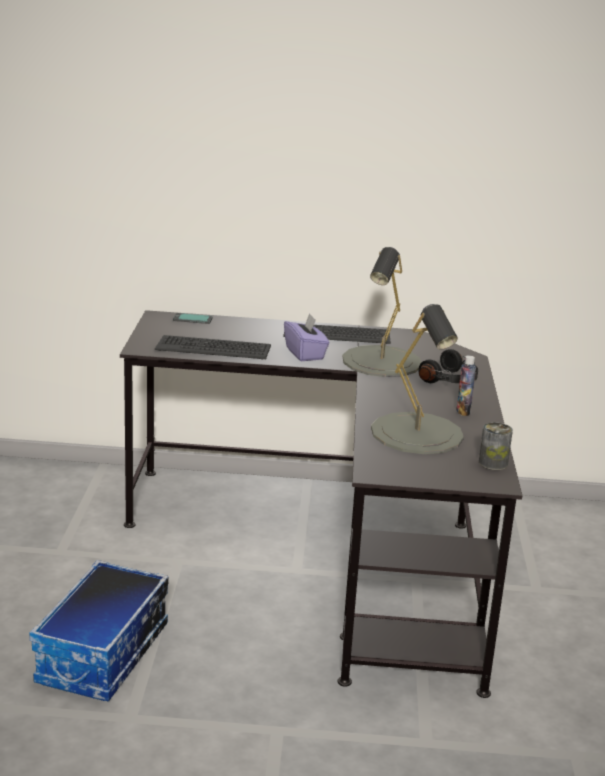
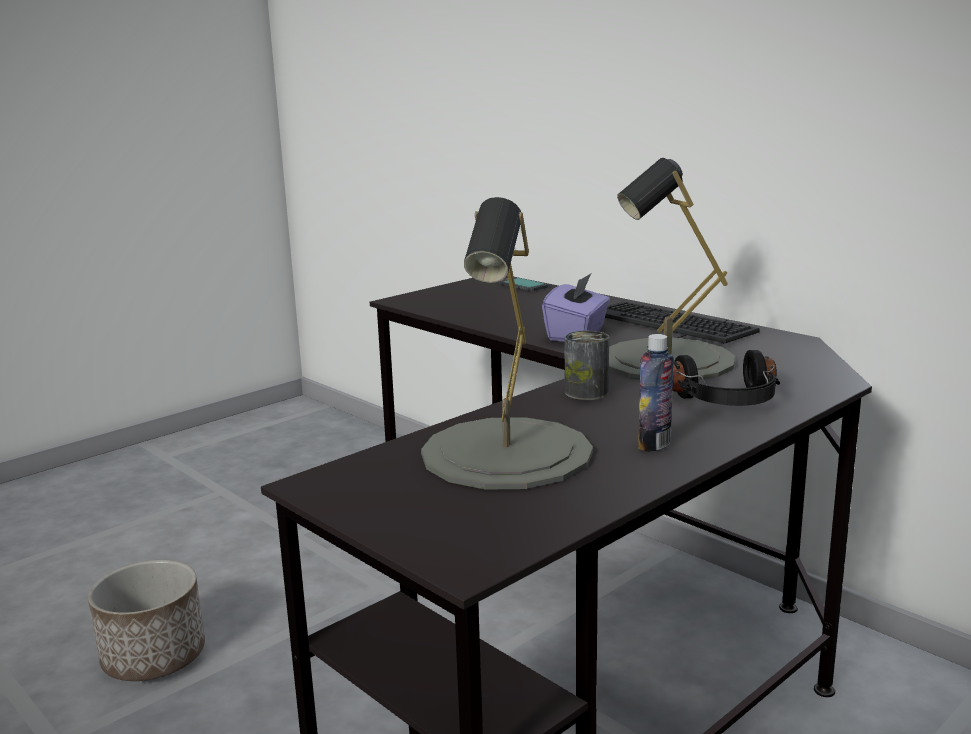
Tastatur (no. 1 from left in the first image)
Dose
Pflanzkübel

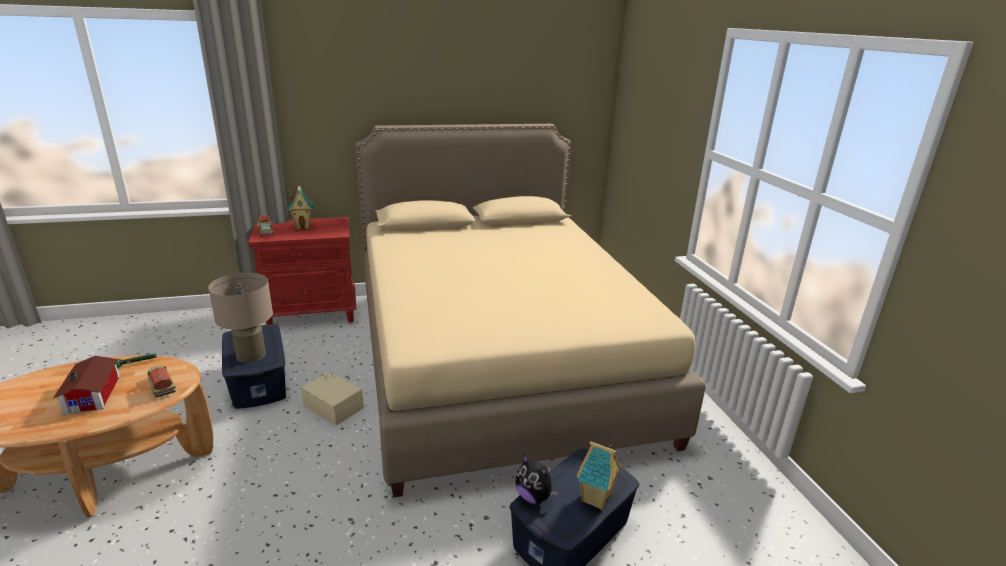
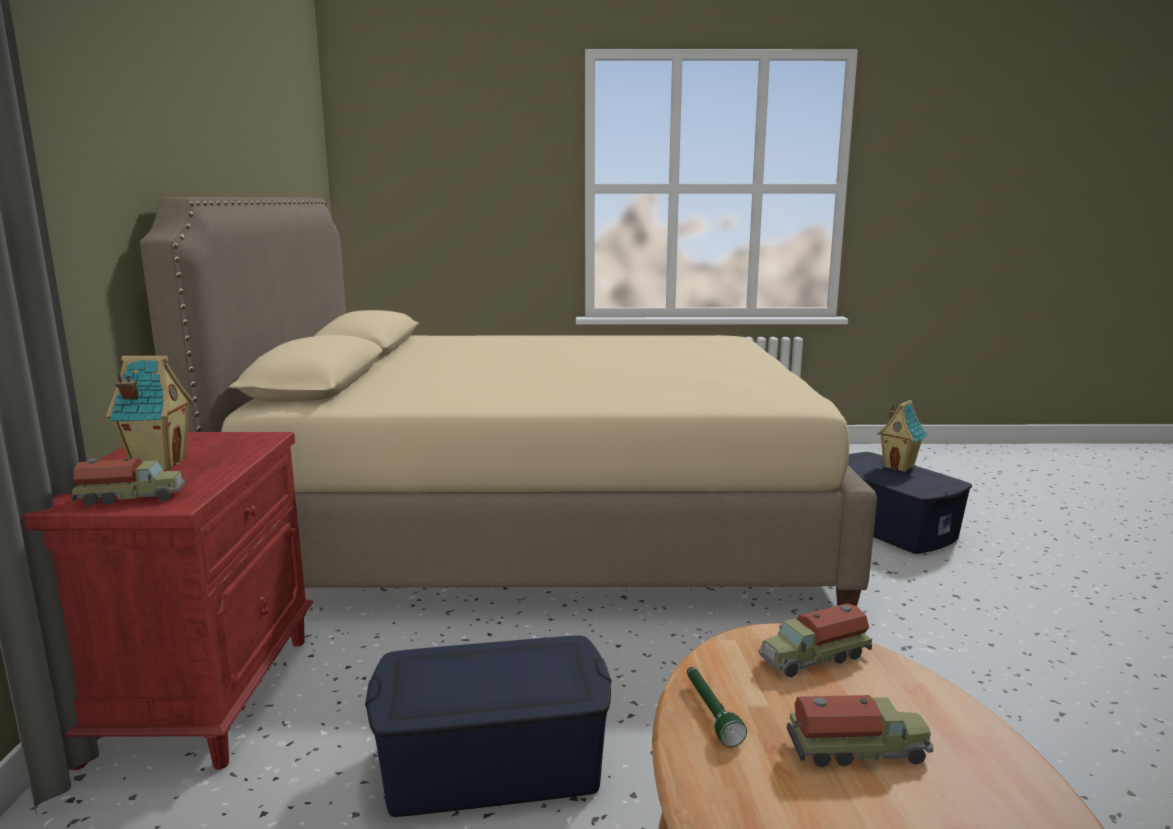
Tischlampe [beige]
Spielzeuglaster (no. 3 from left)
Aufbewahrungsbox [beige]
Plüschtier

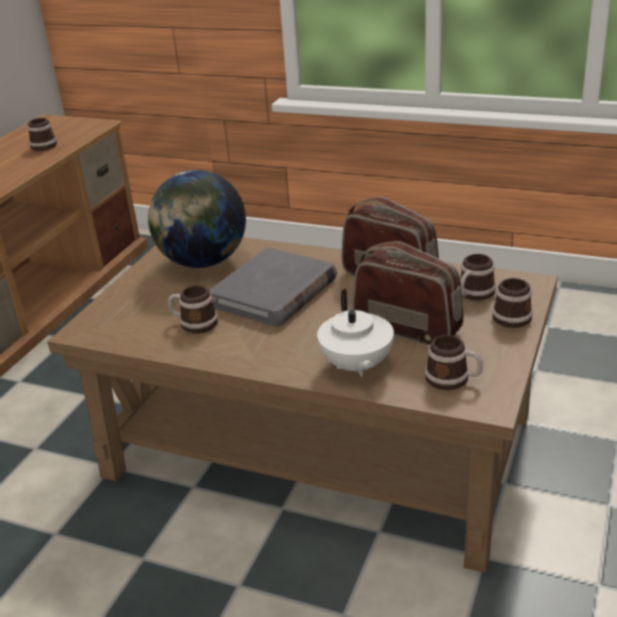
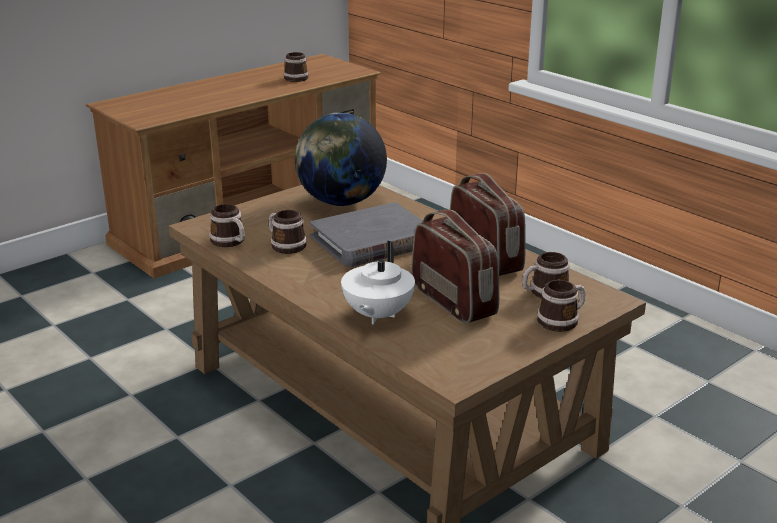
Henkelbecher (no. 1 from left)

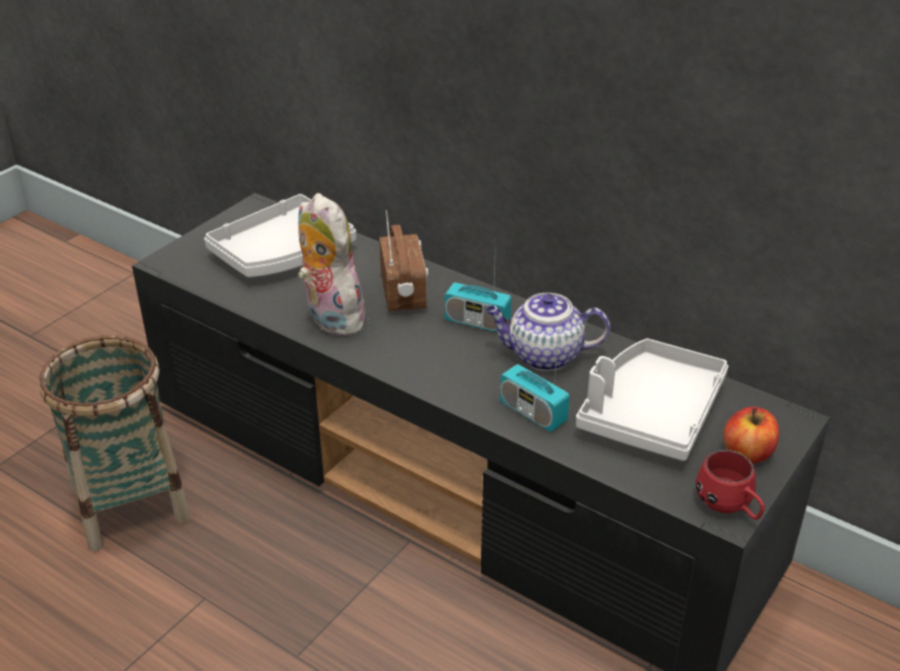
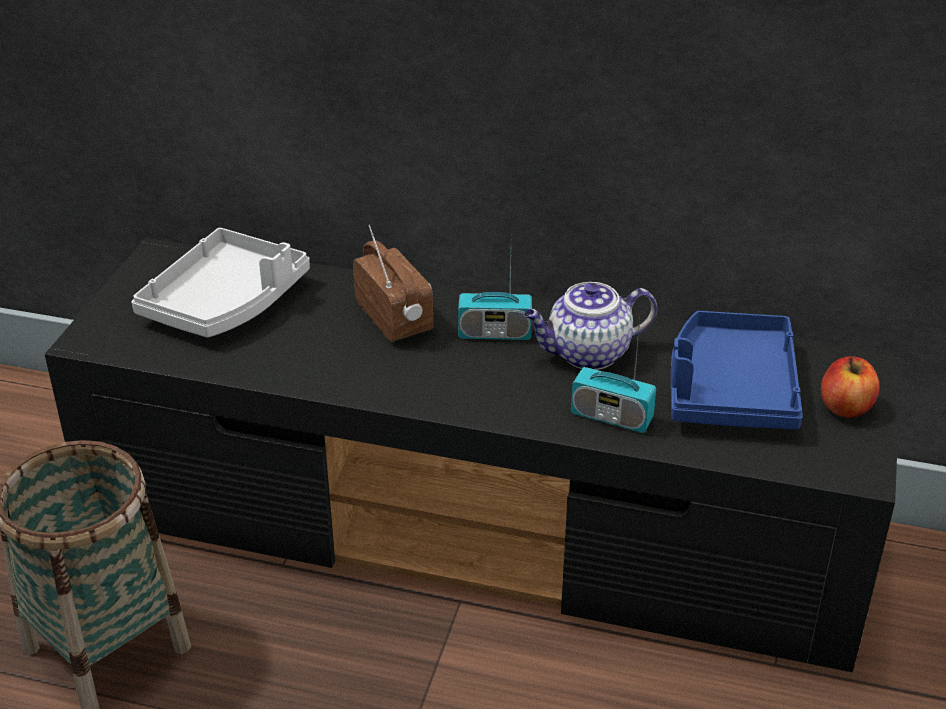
Plüschtier
Tablett [blau]
Henkelbecher [rot]

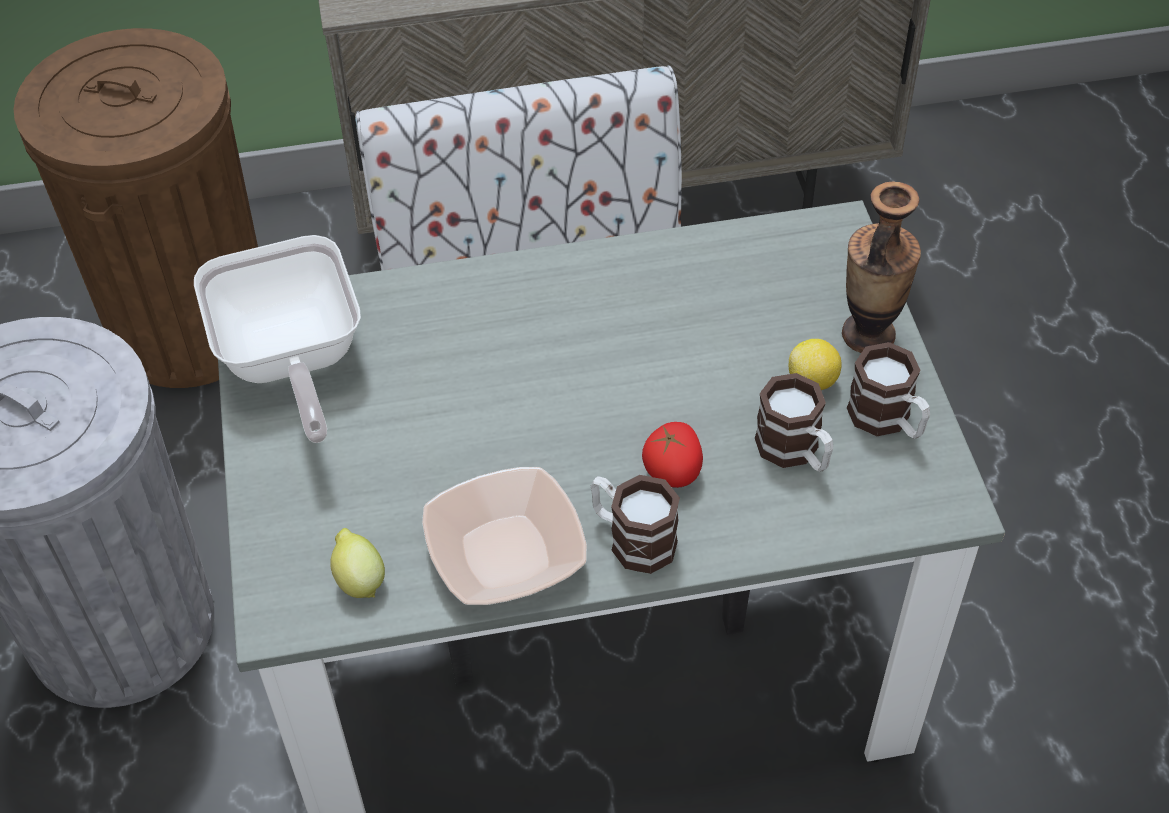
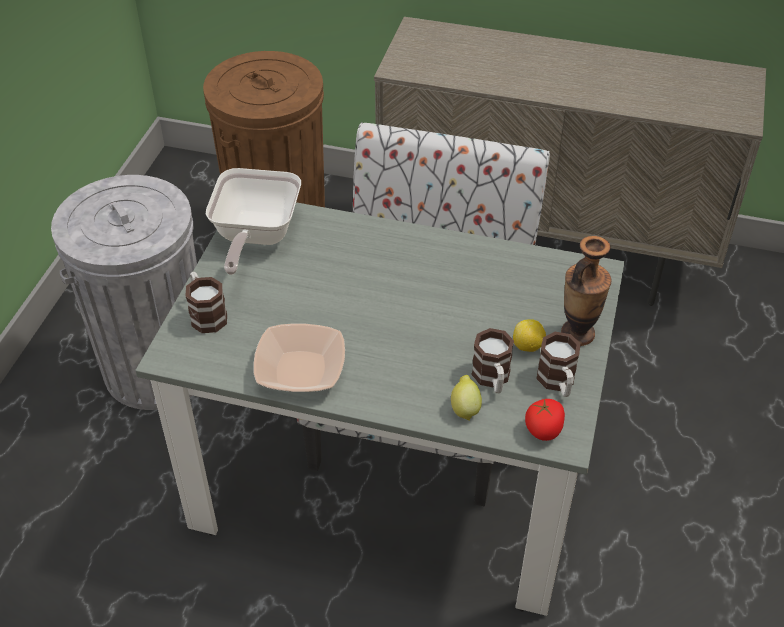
Tomate
Henkelbecher (no. 1 from left)
Zitrone (no. 1 from left)

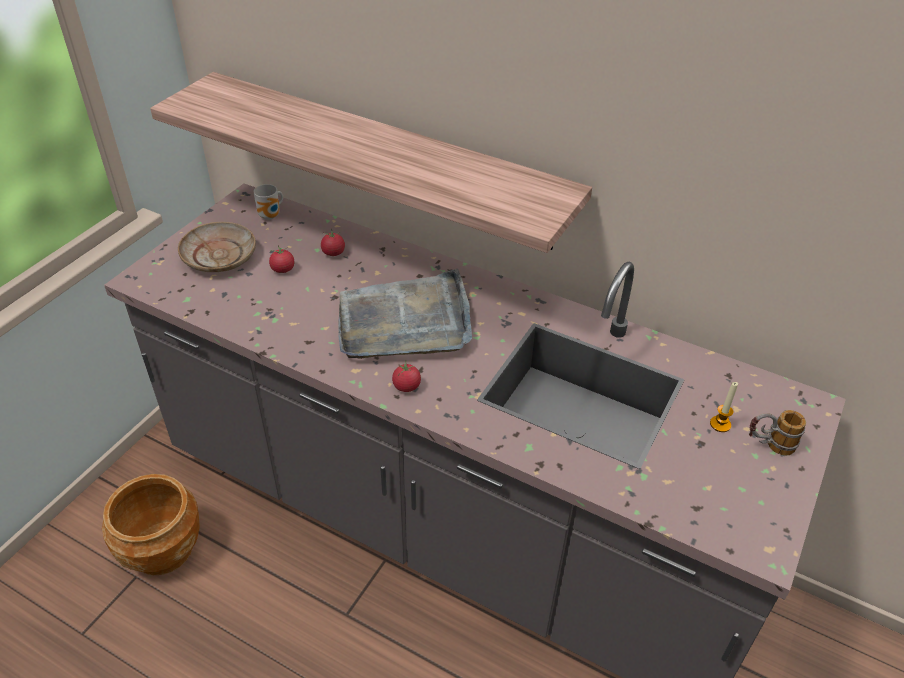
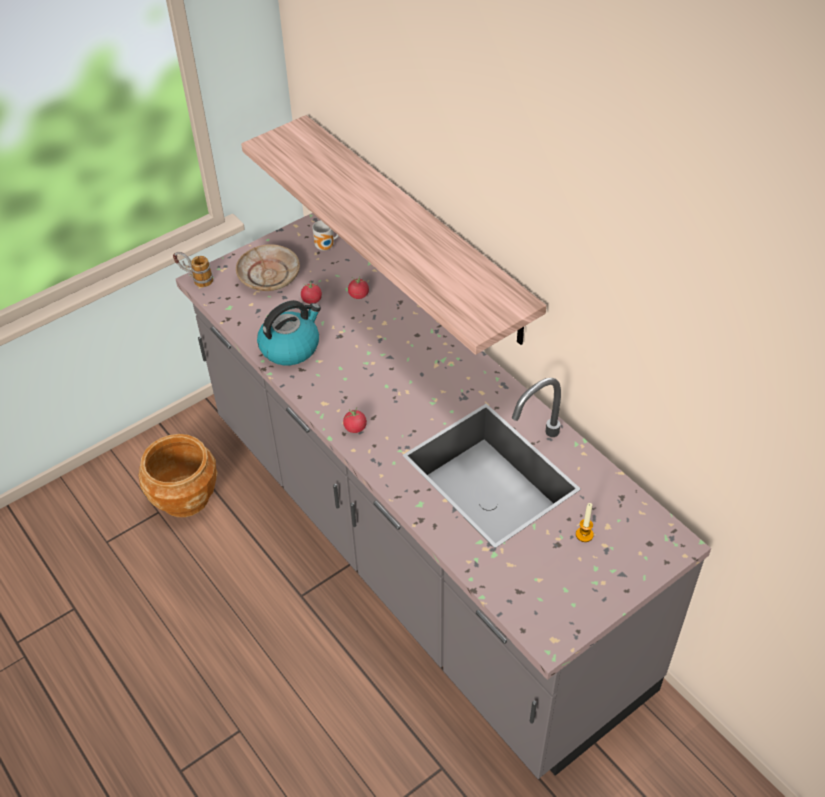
Tablett [grau]
Henkelbecher (no. 1 from left)
Wasserkessel

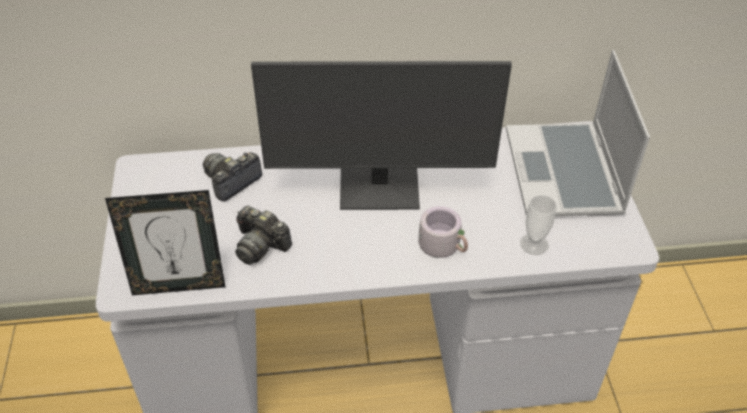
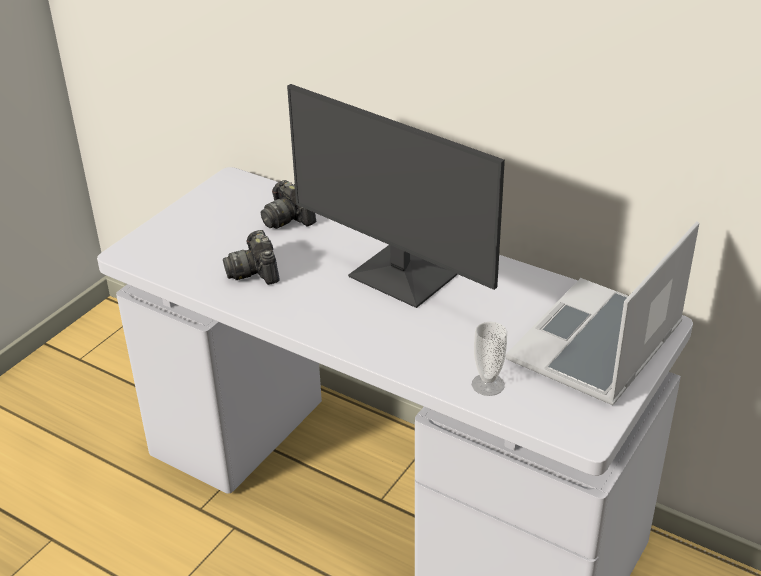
Kamera (no. 2 from left)
Bilderrahmen
Henkelbecher [grau]

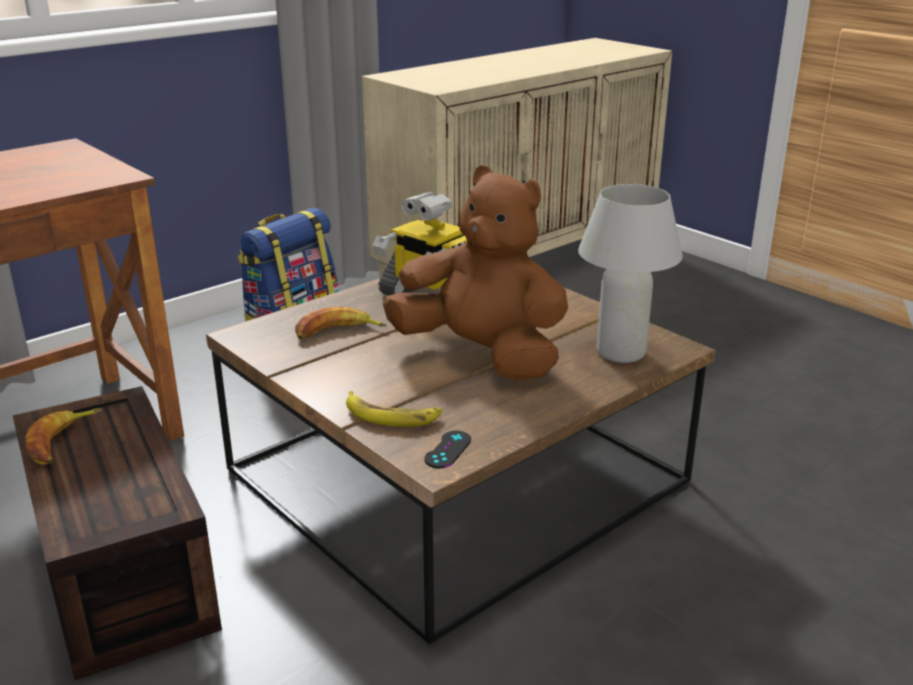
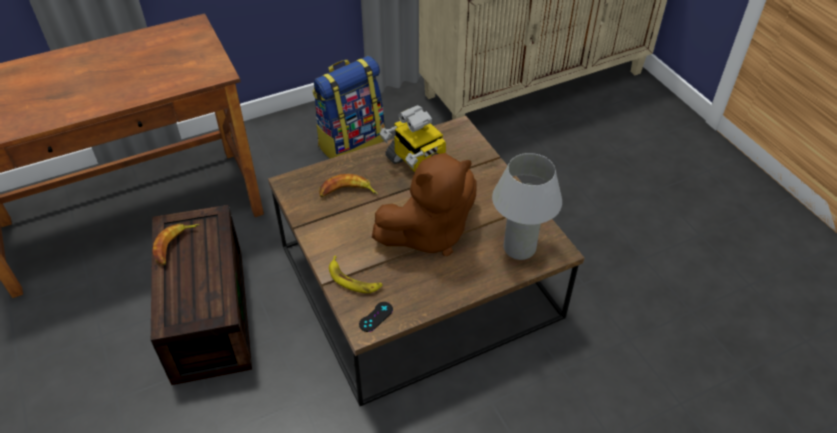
Plüschtier [braun]

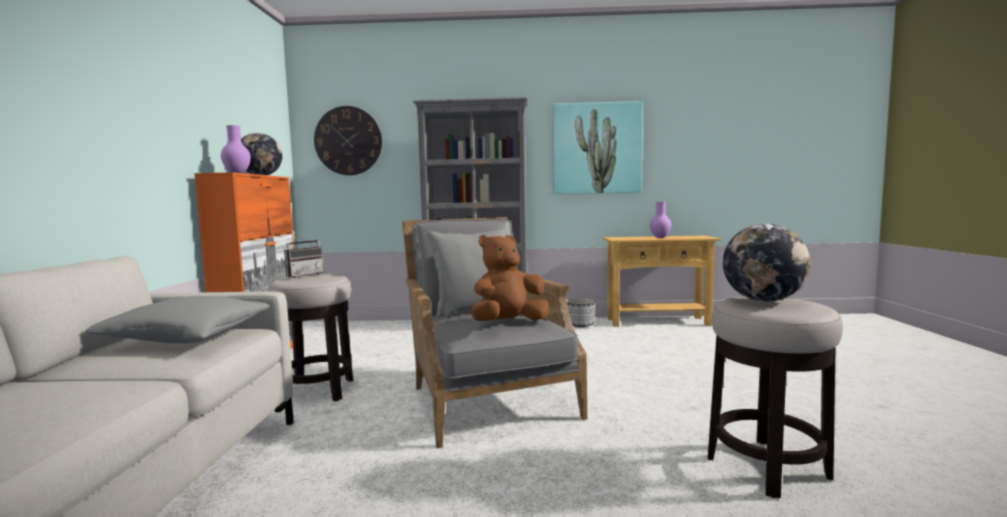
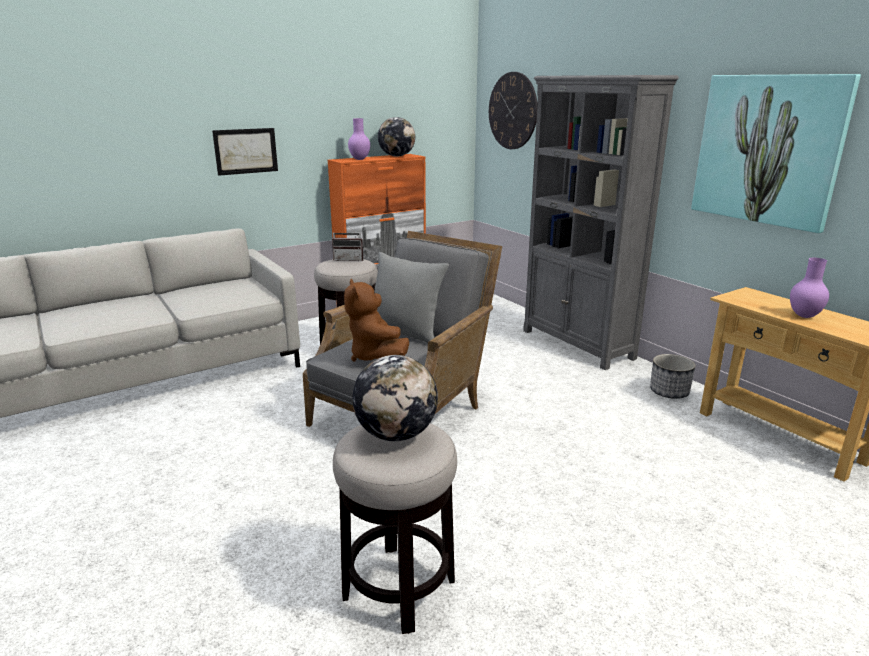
Plüschtier [braun]
Kissen [grau] (no. 1 from left in the first image)
Bild (no. 1 from left)

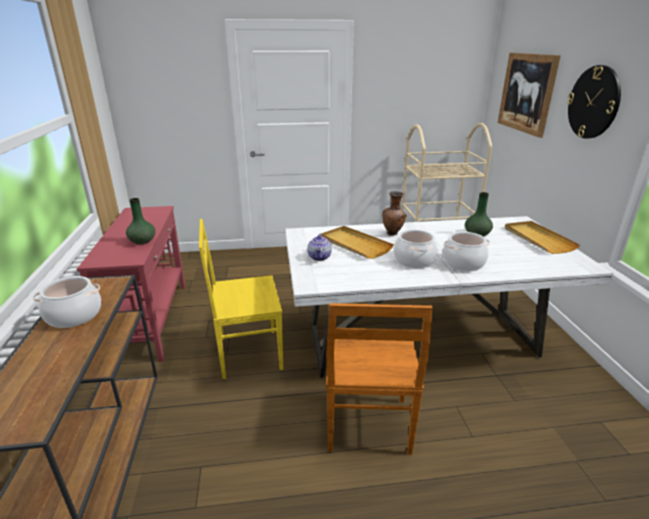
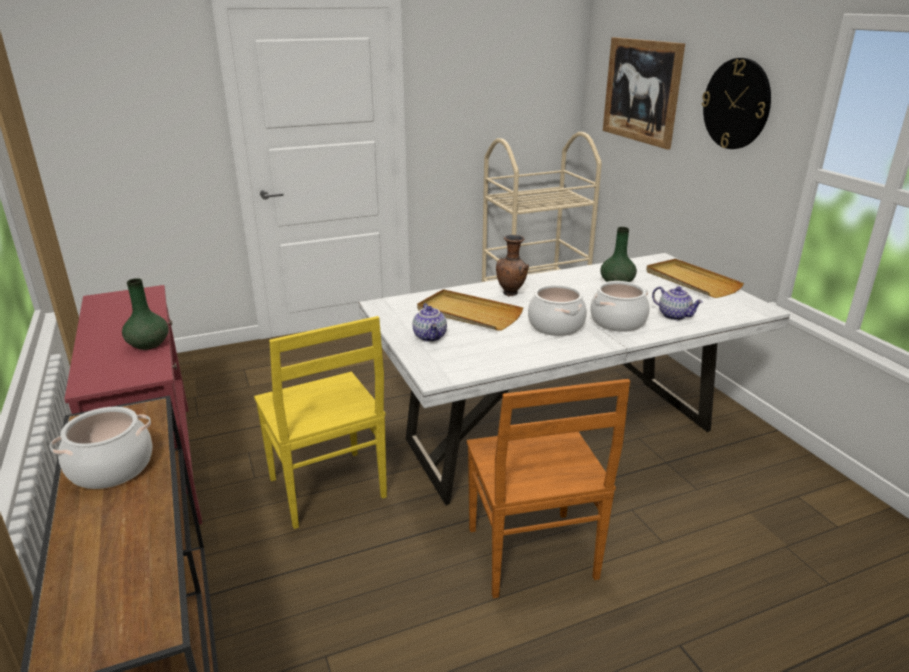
Stuhl [gelb]
Teekanne (no. 2 from left)

